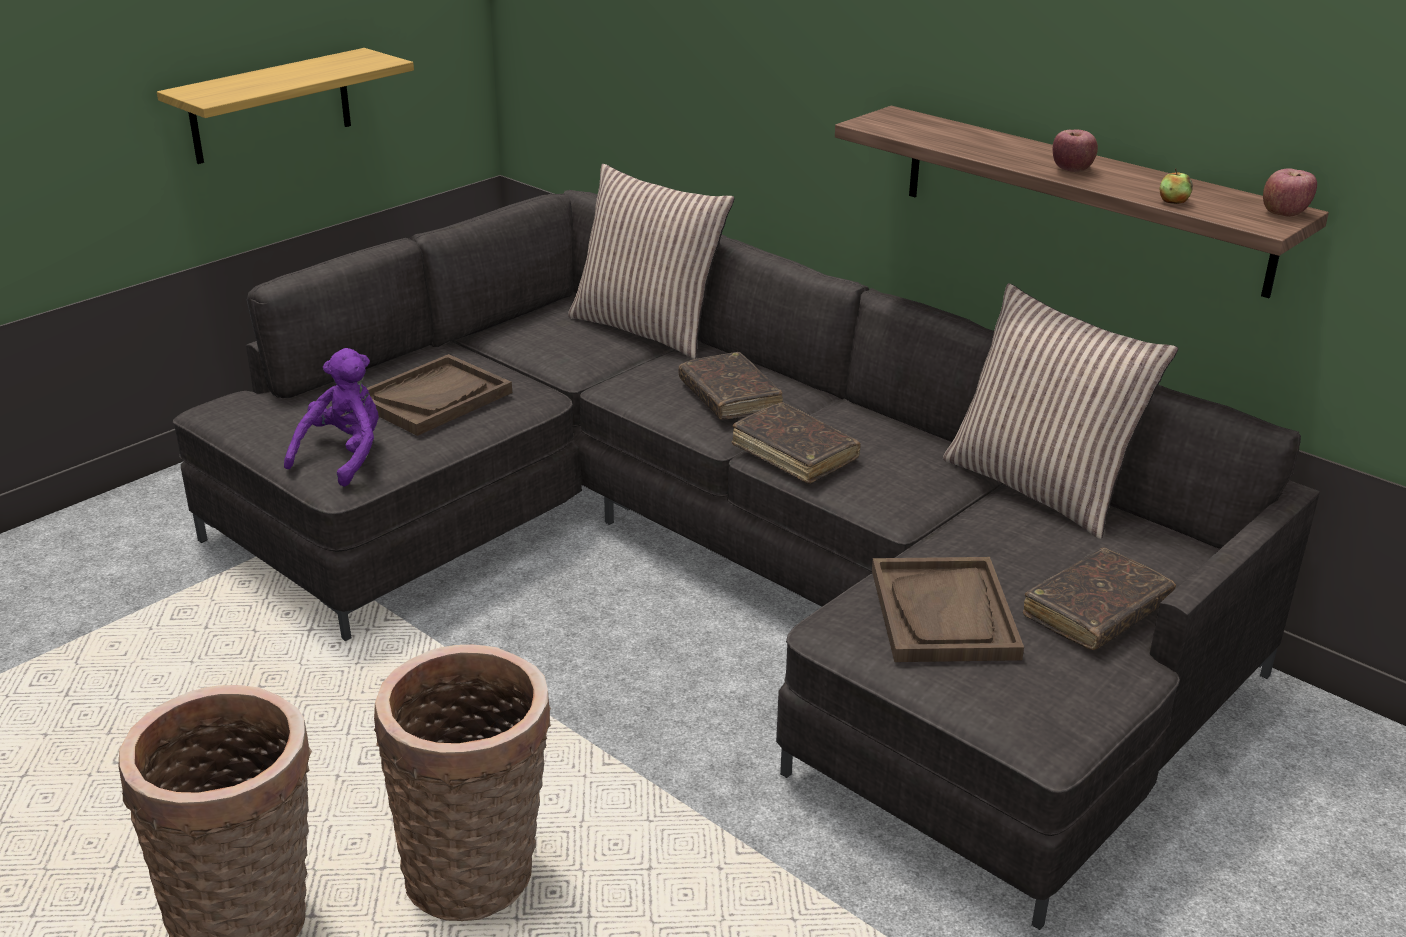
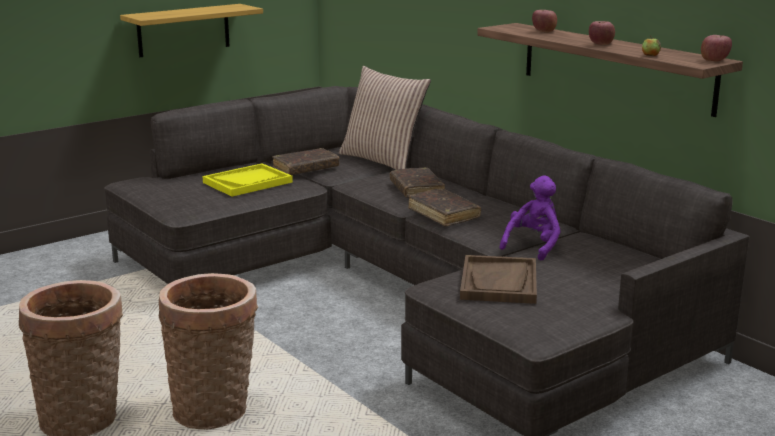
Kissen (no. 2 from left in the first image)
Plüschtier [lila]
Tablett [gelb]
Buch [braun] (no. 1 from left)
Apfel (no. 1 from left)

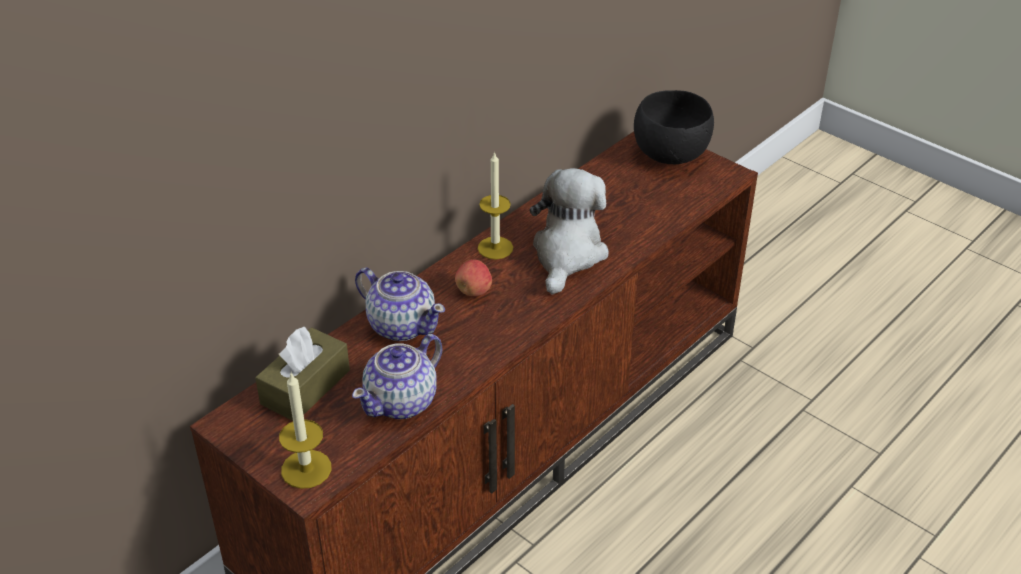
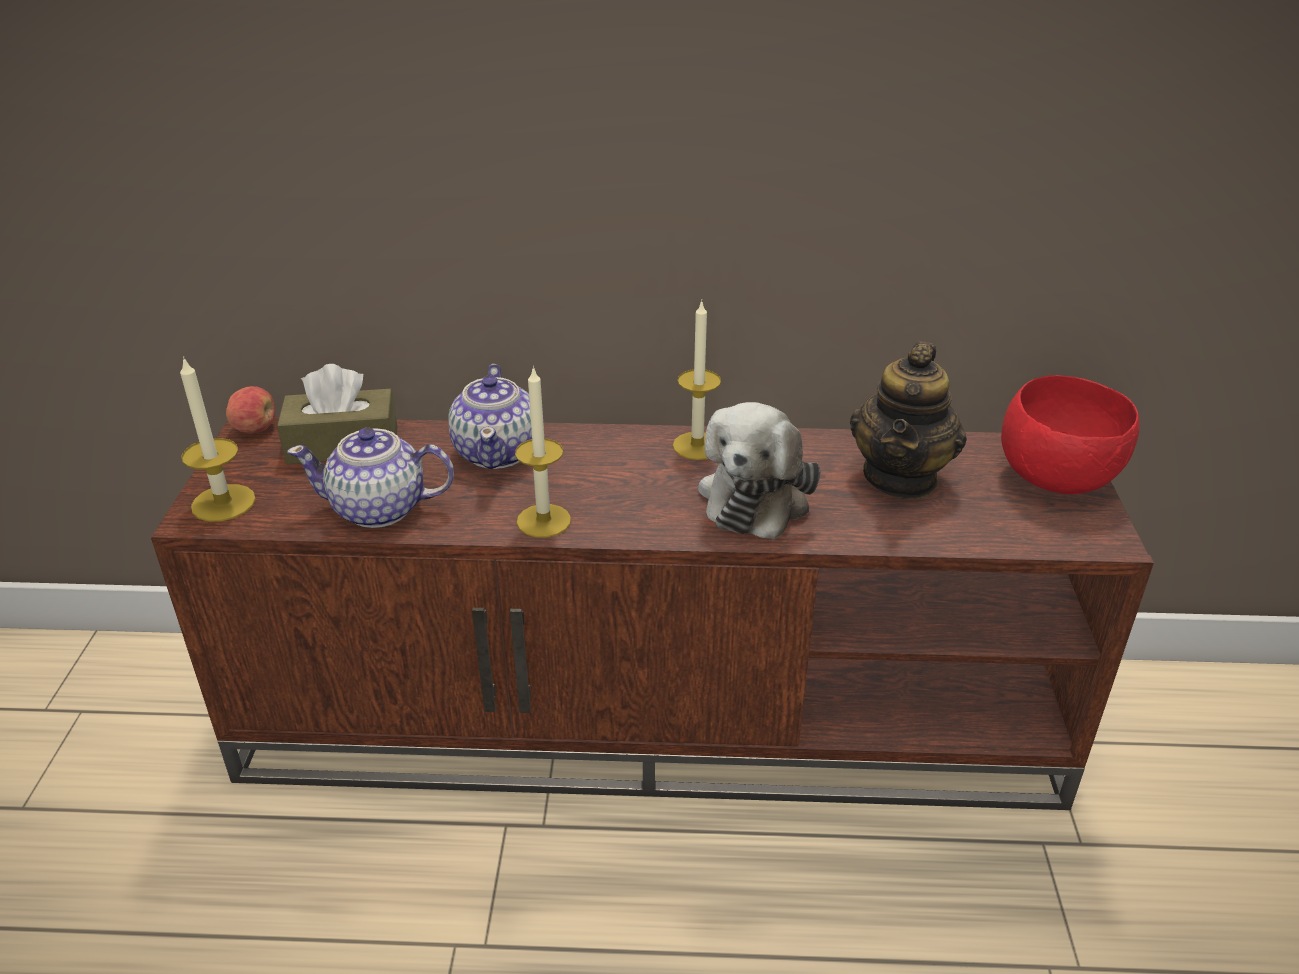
Schüssel [rot]
Plüschtier
Apfel
Teekanne (no. 3 from left)
Kerze (no. 2 from left)

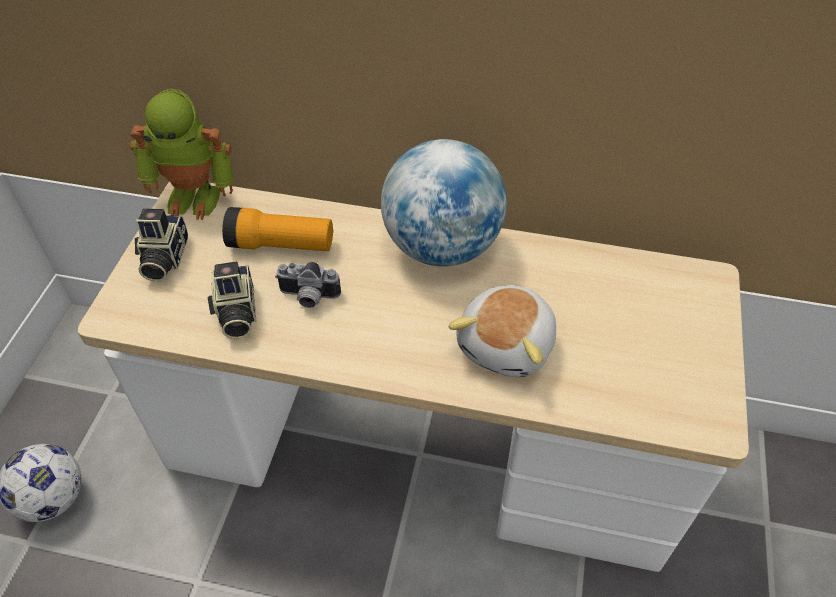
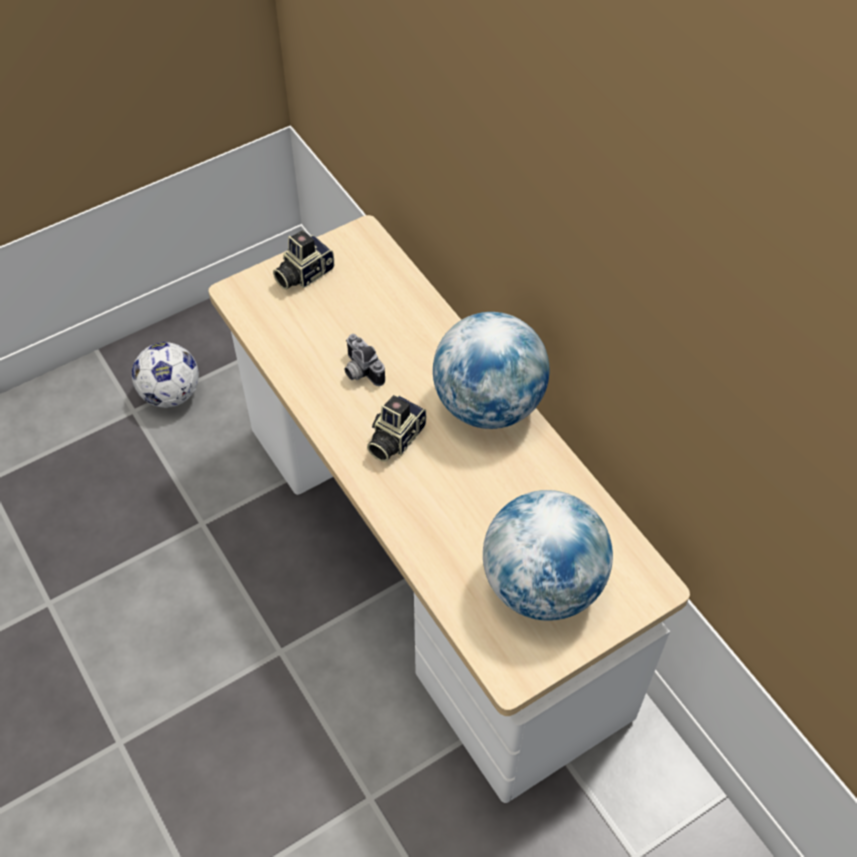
Spielzeugroboter
Taschenlampe
Kamera (no. 3 from left)
Plüschtier
Globus (no. 2 from left)

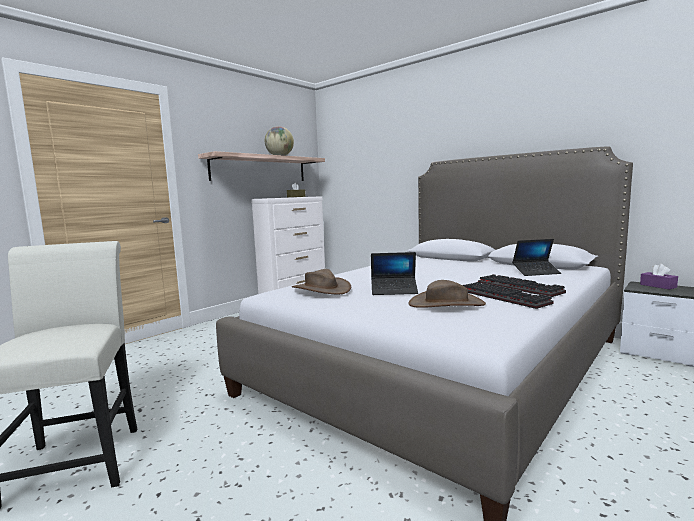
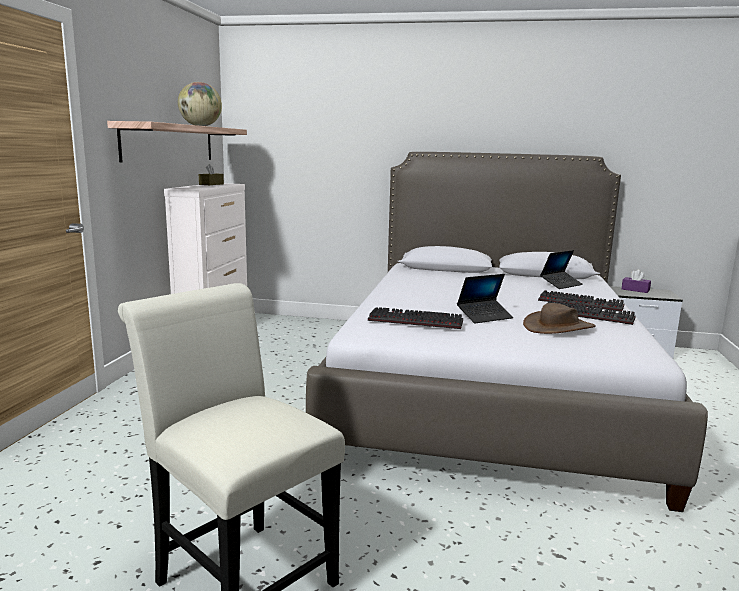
Tastatur (no. 1 from left)

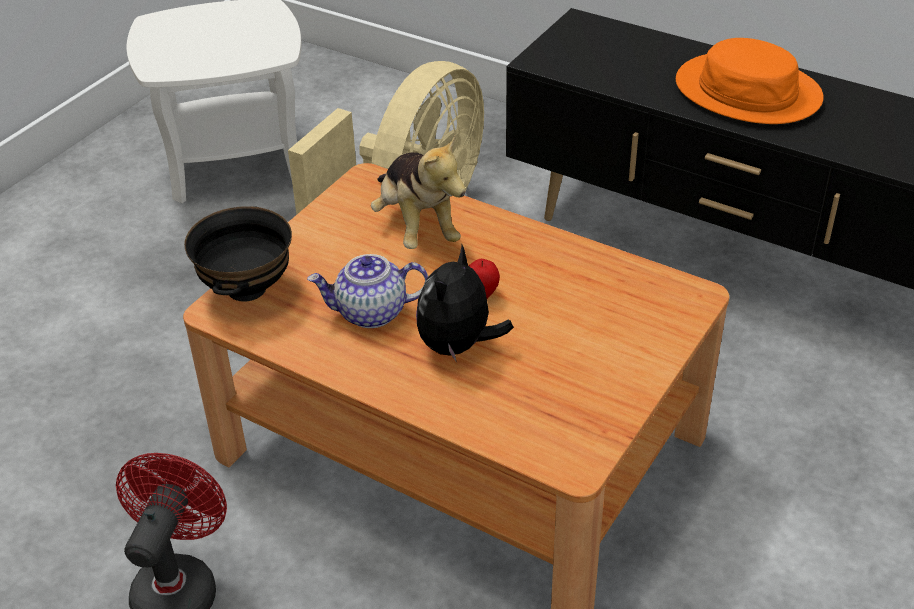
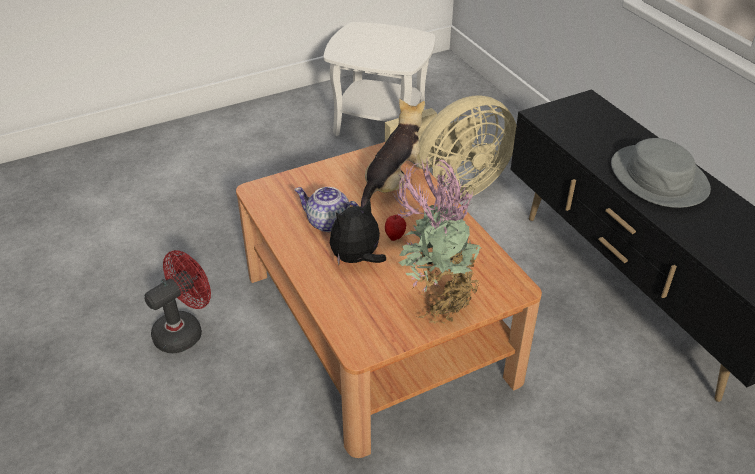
Hut [grau]
Plüschtier (no. 2 from left)
Schüssel [schwarz]
Topfpflanze

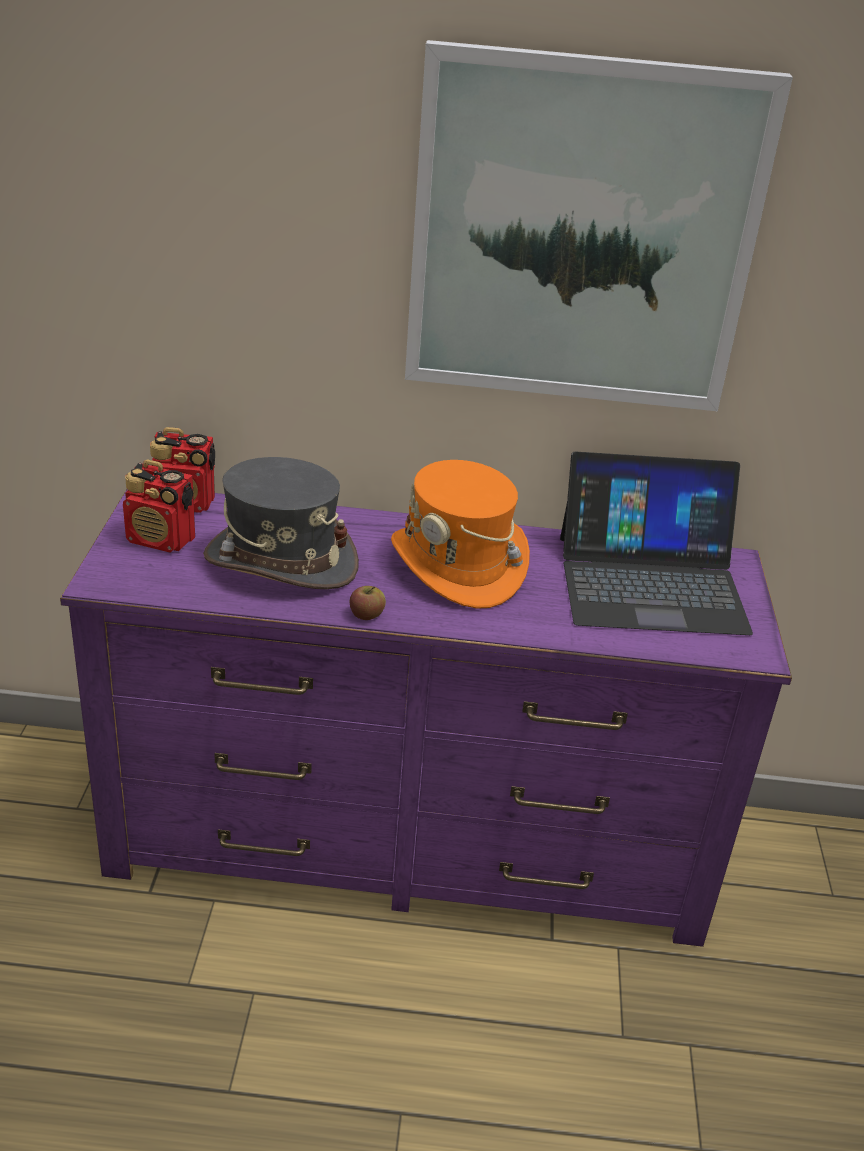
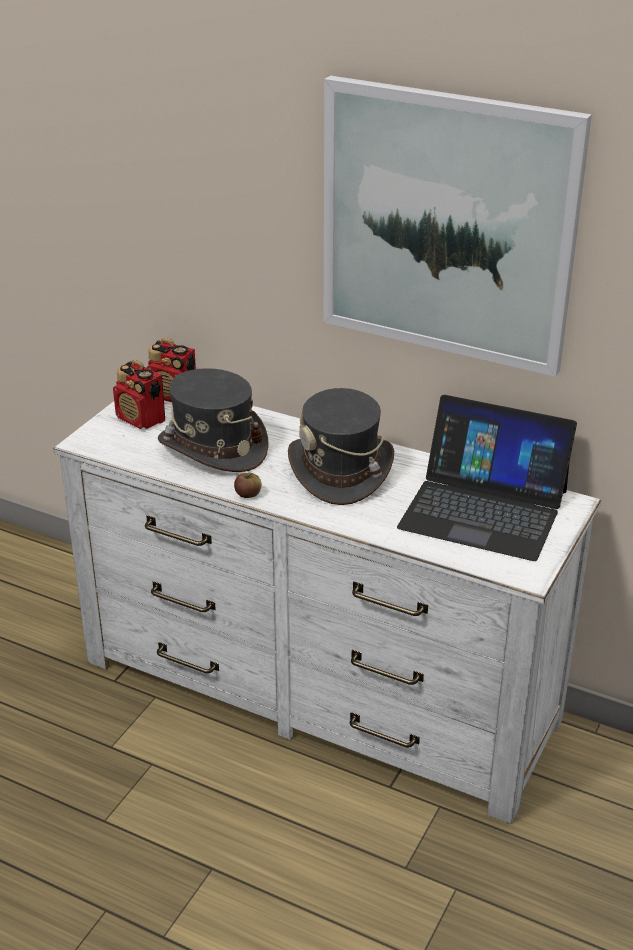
Hut [grau] (no. 2 from left)
Kommode [weiß]

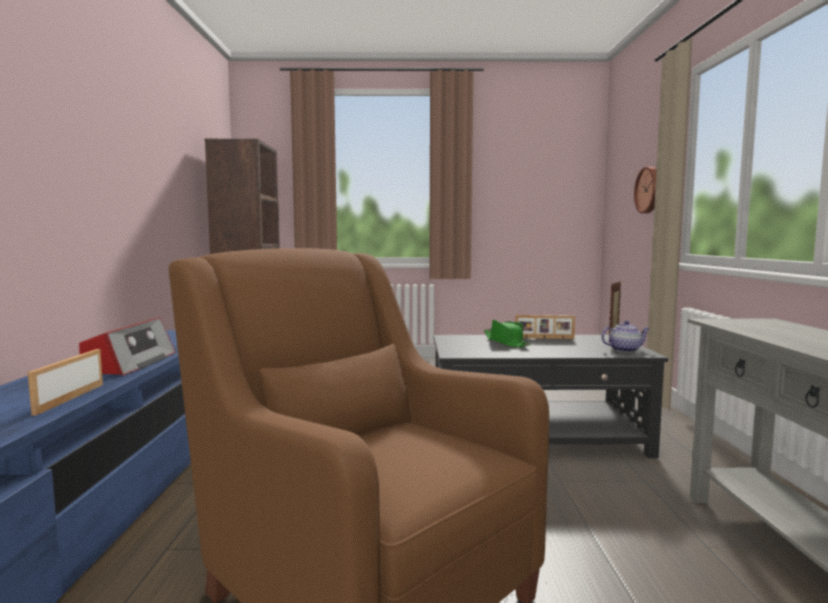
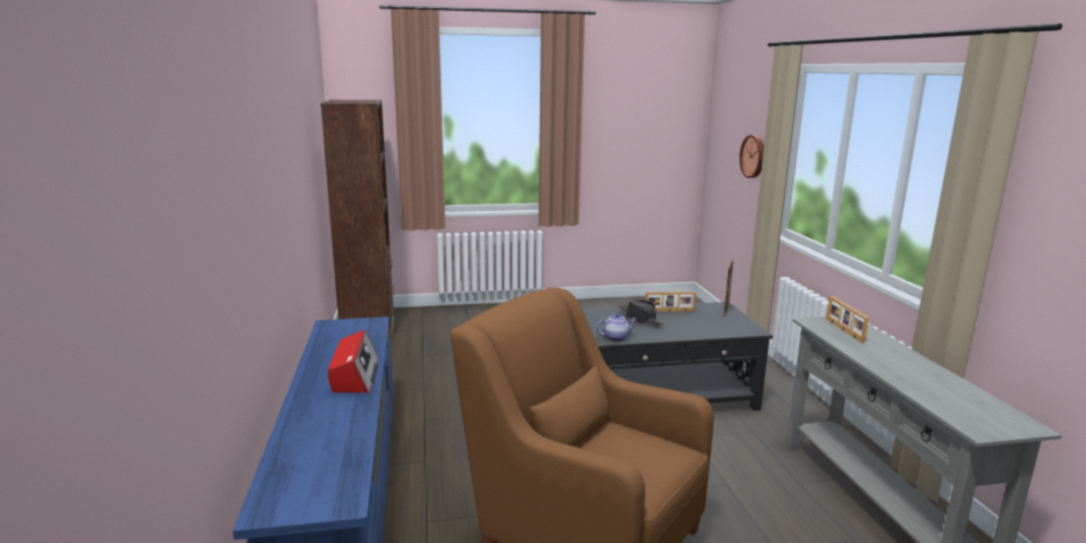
Hut [schwarz]
Teekanne
Bilderrahmen (no. 3 from left)

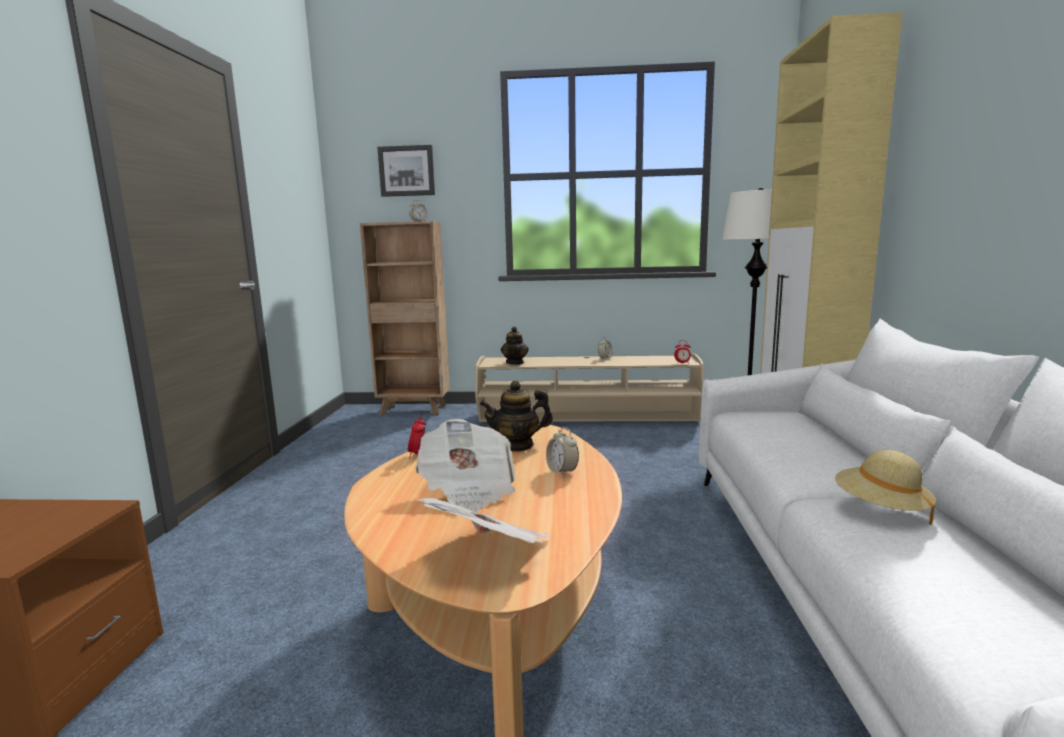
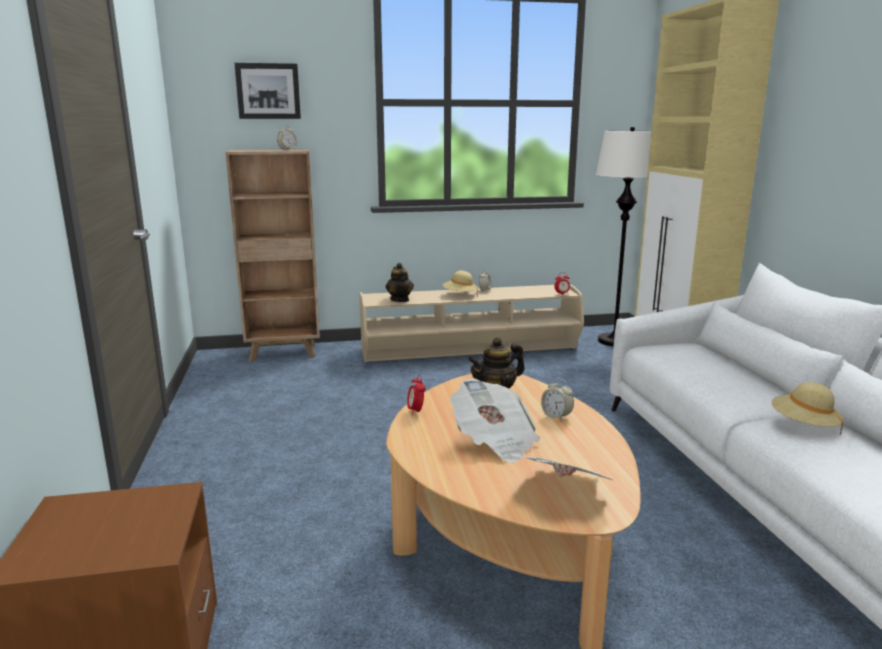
Hut [beige] (no. 1 from left)

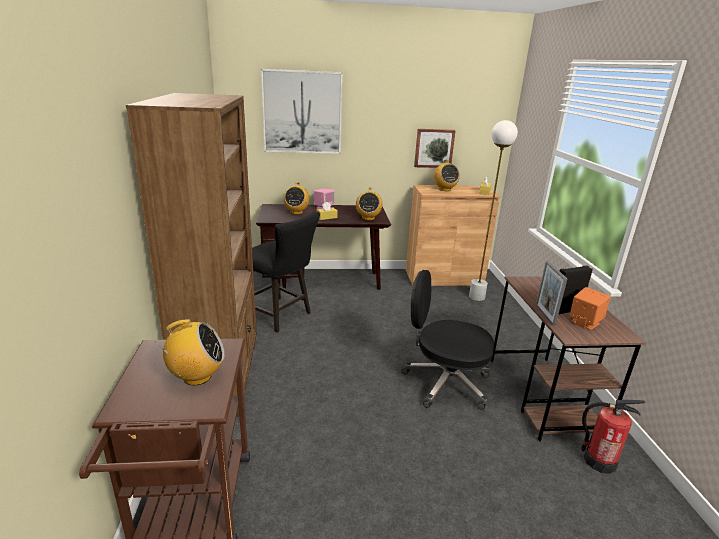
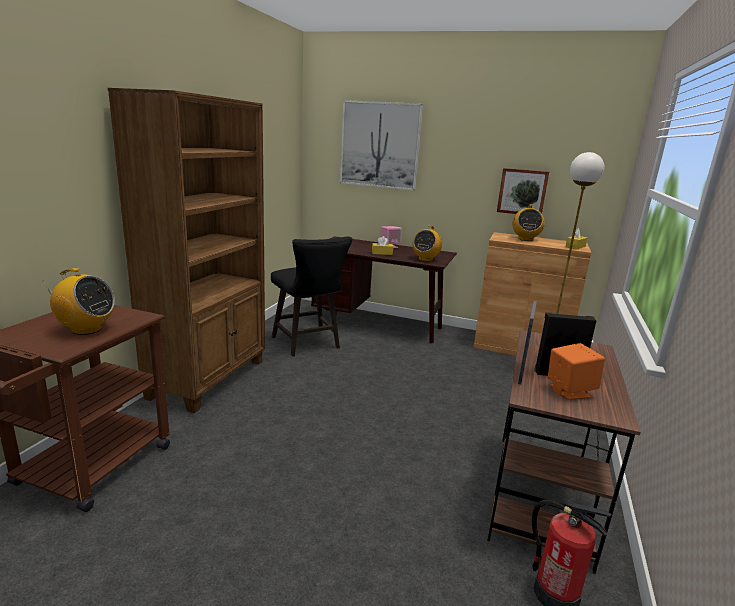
Radio (no. 2 from left in the first image)
Bürostuhl [schwarz]

